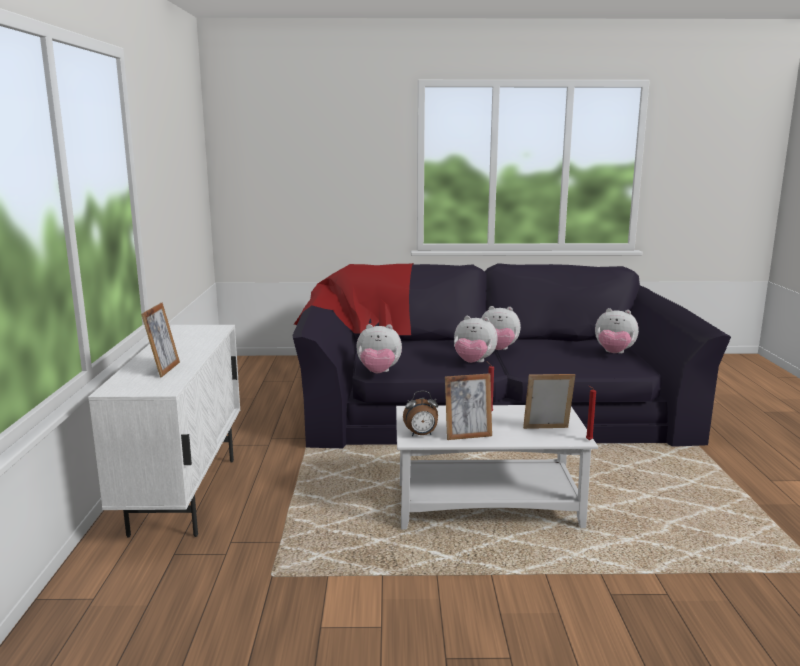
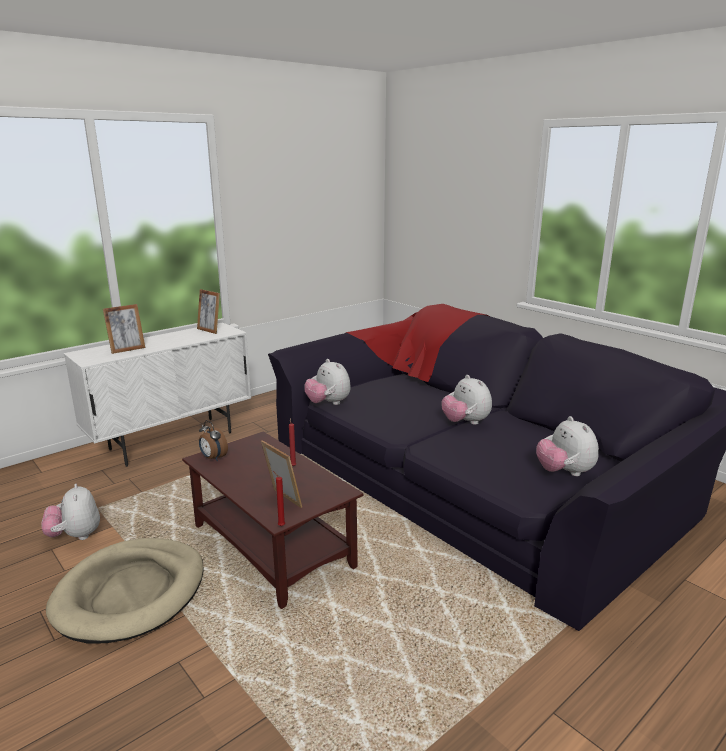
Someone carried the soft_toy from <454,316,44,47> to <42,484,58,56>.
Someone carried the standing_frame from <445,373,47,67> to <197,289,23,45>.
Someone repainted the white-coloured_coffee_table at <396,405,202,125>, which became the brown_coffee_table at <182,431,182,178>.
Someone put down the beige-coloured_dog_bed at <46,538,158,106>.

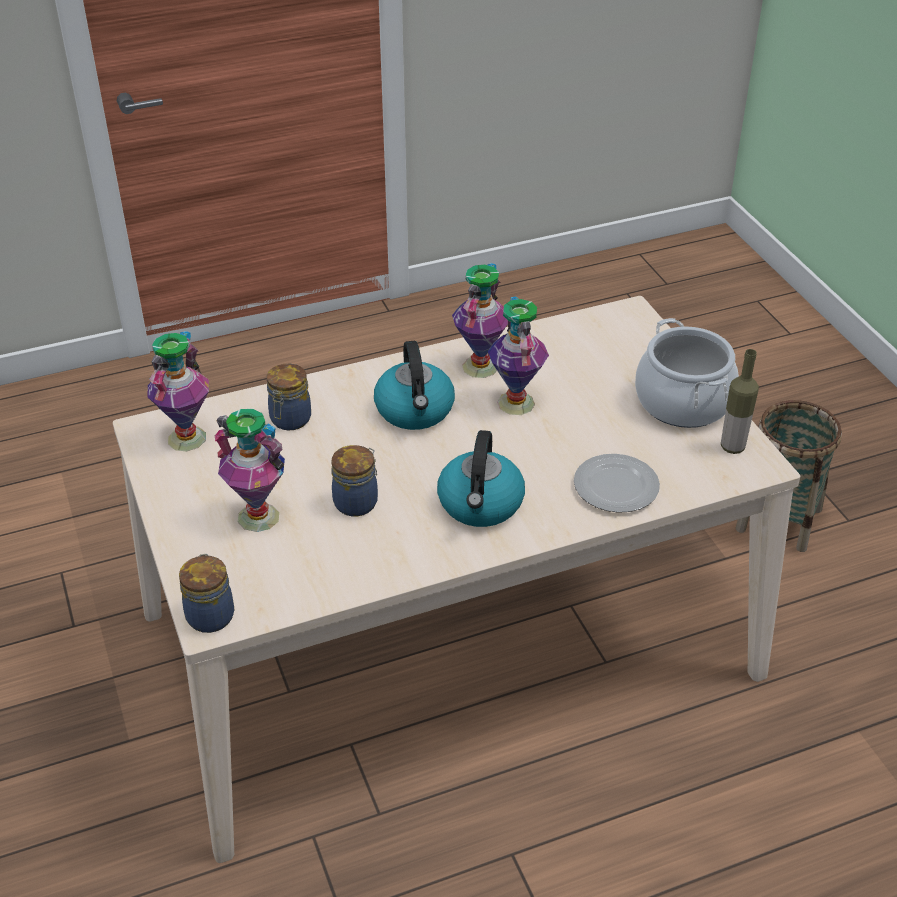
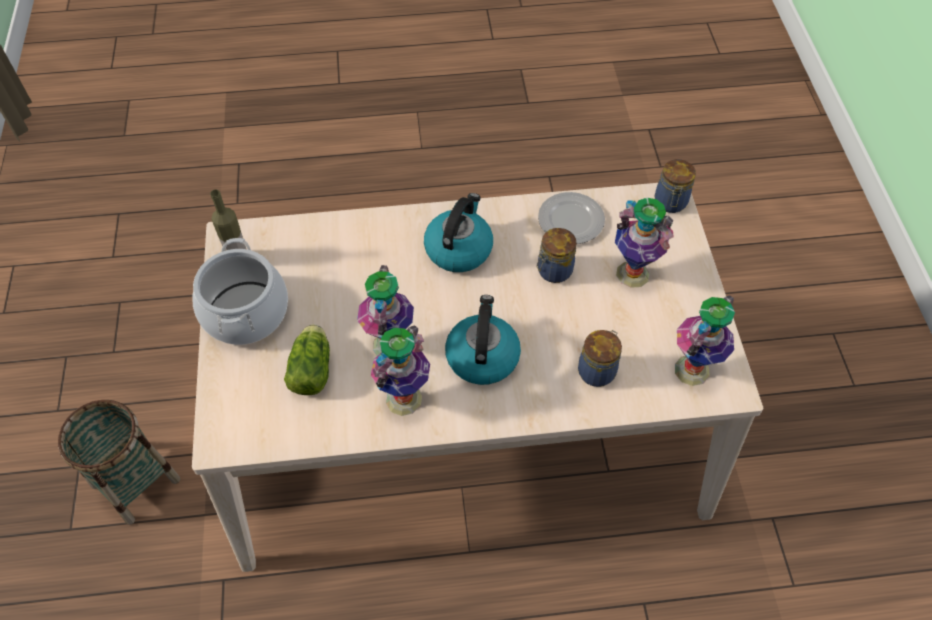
Someone carried the flat_dish from <574,454,86,59> to <538,192,67,52>.
Someone put down the head_of_lettuce at <284,324,46,71>.

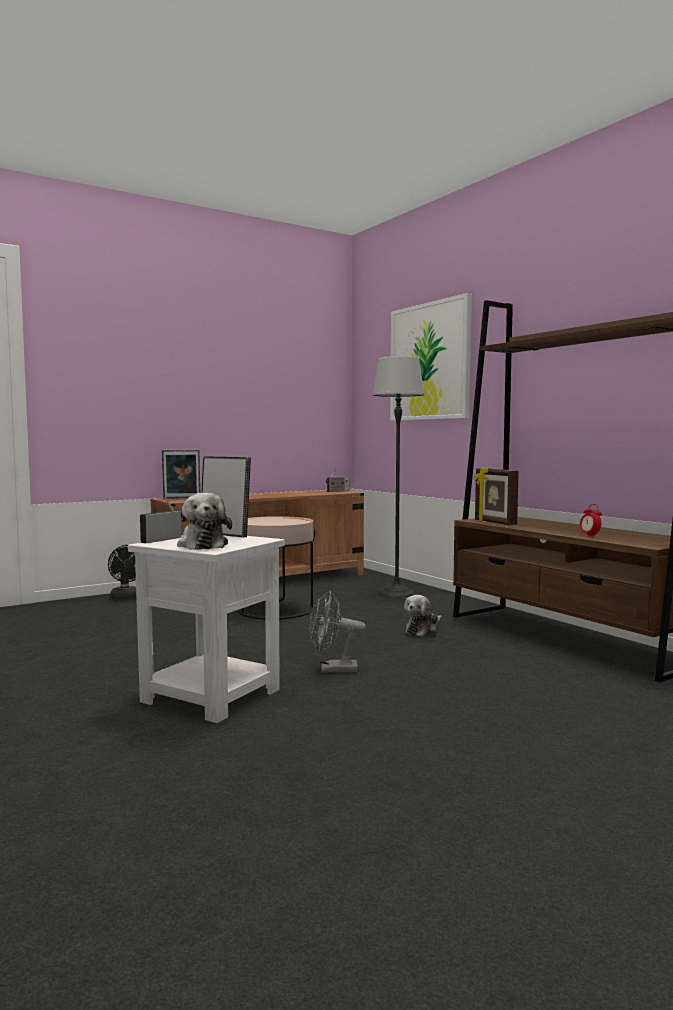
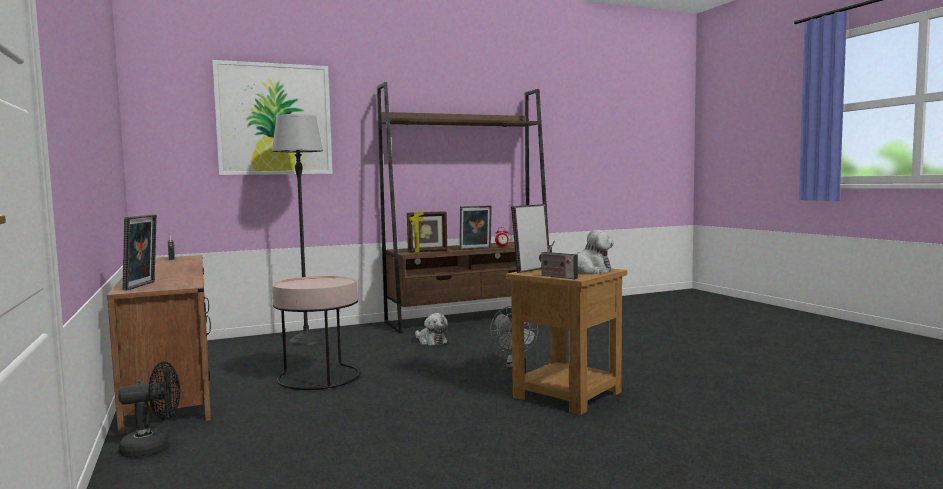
Someone repainted the white-coloured_side_table at <128,535,157,188>, which became the brown_side_table at <506,269,121,146>.
Someone put down the standing_frame at <459,205,33,45>.

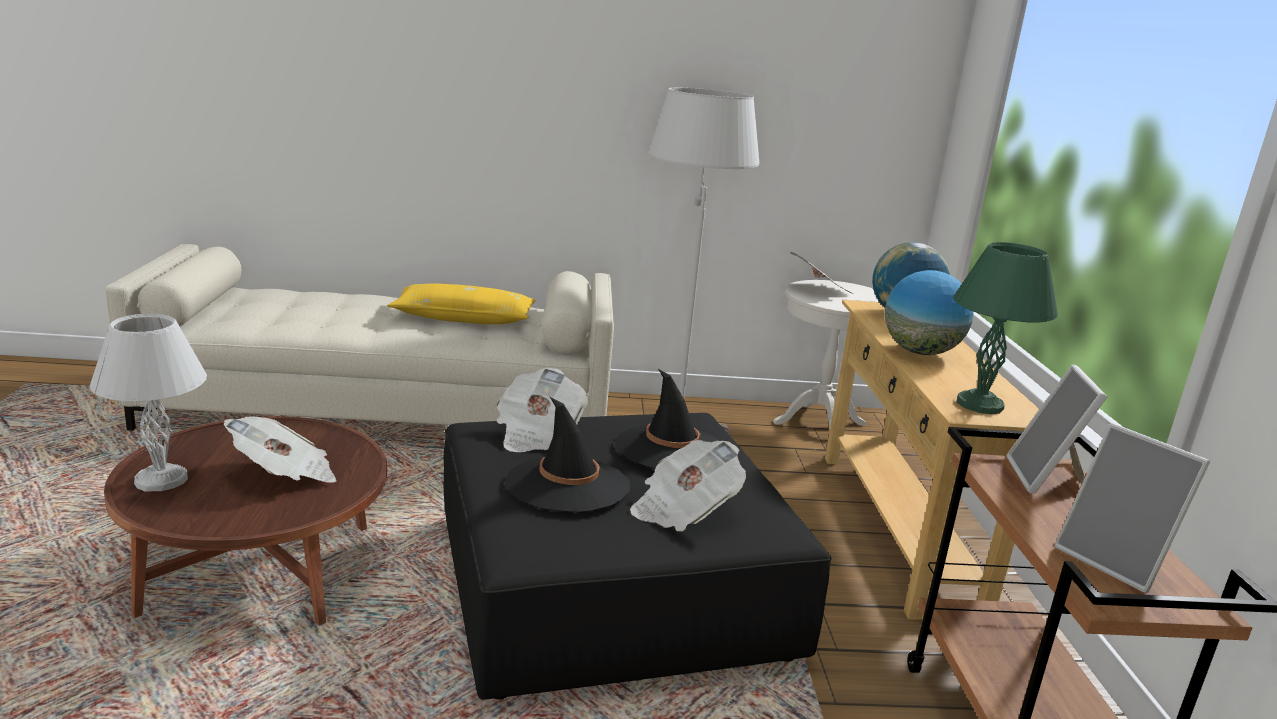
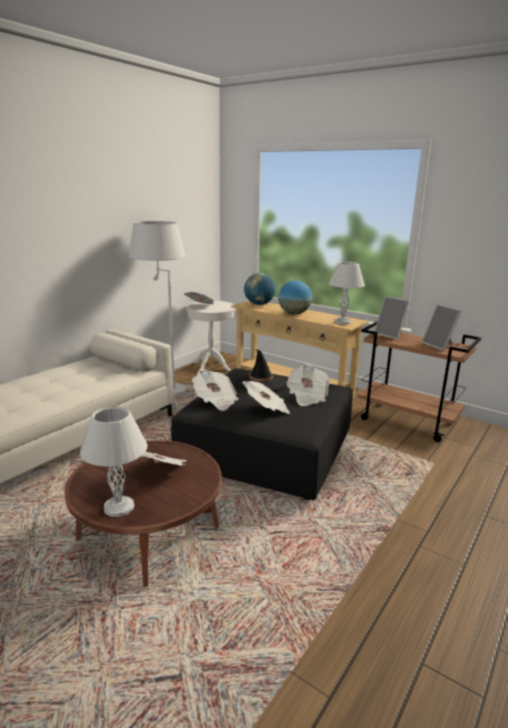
Someone repainted the greenish_lamp_for_a_table at <953,242,105,172>, which became the white-coloured_lamp_for_a_table at <329,262,36,63>.
Someone took away the yellow-coloured_pillow at <387,283,149,41>.
Someone swapped the black-coloured_clothing_hat at <505,397,126,115> for the newspaper at <243,381,47,33>.
Someone rotated the standing_frame at <1054,423,156,170> by 60 degrees clockwise.

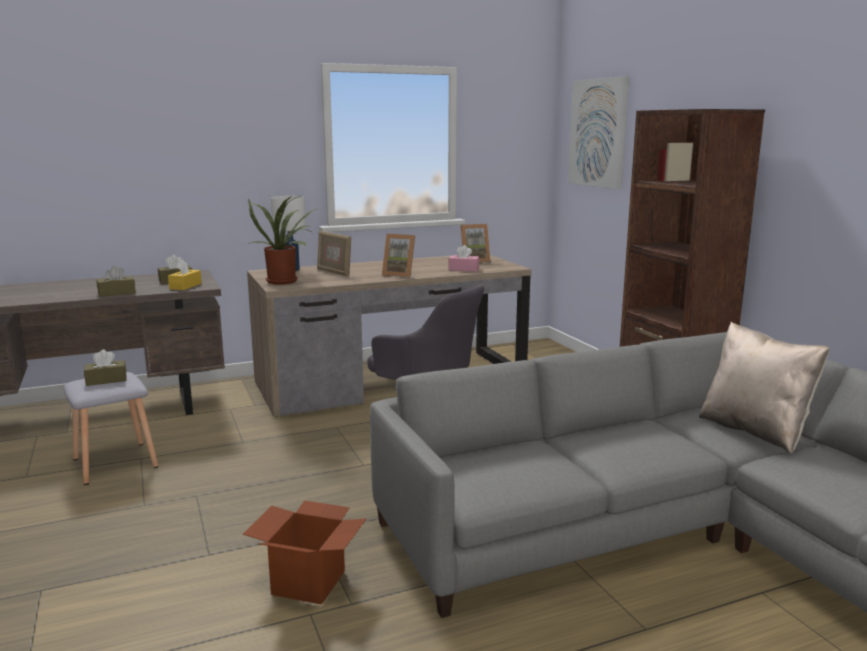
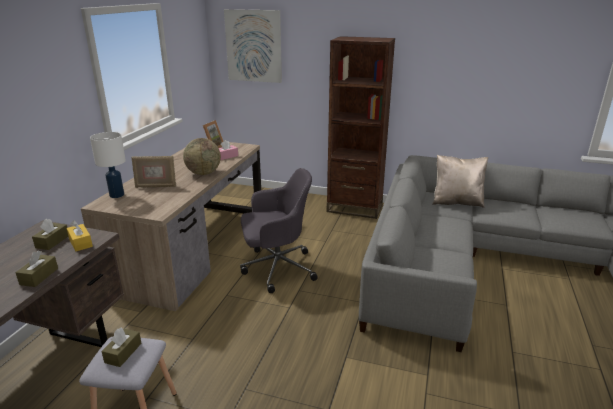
Someone took away the potted_plant at <248,195,71,90>.
Someone swapped the standing_frame at <382,234,33,43> for the world_globe at <183,138,38,37>.
Someone took away the carton at <243,500,123,105>.

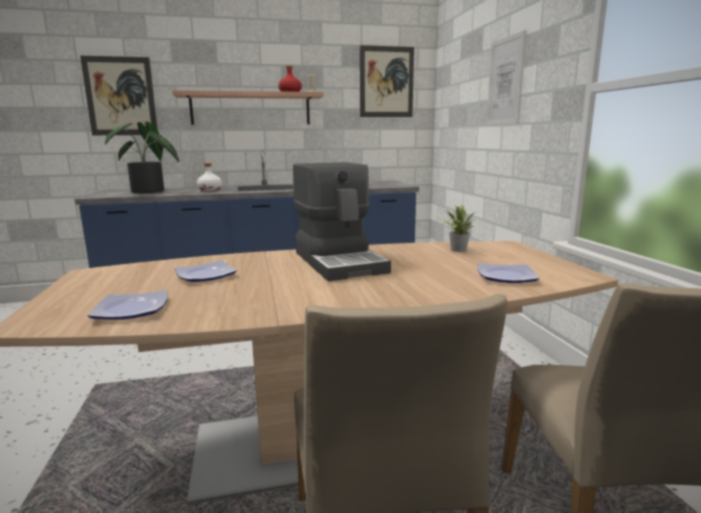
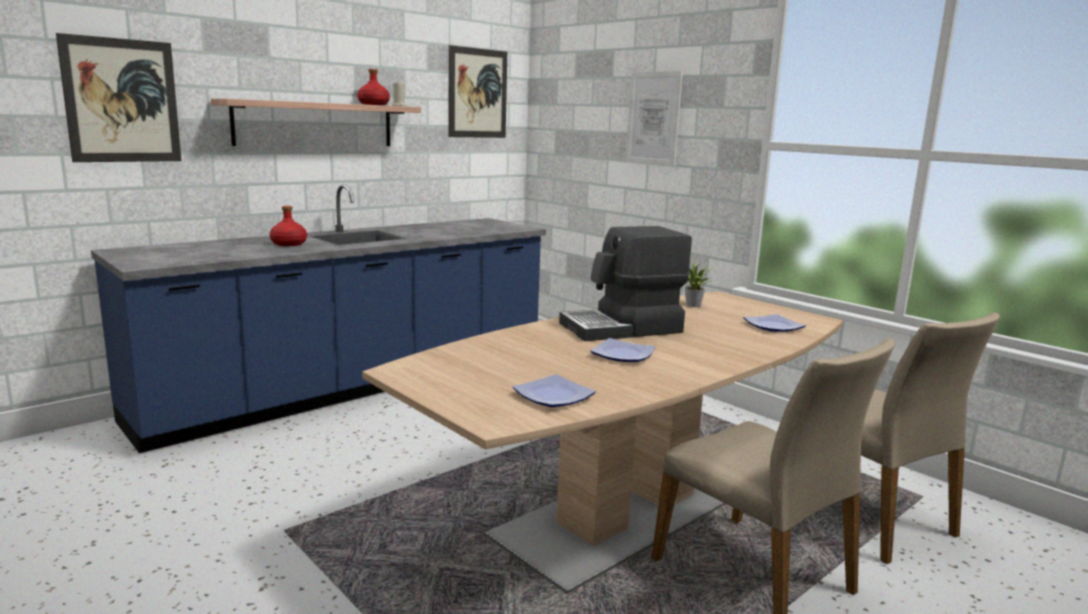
Someone took away the potted_plant at <105,122,74,71>.
Someone rotated the coffee_maker at <293,162,98,119> by 120 degrees clockwise.
Someone repainted the white-coloured_beverage_bottle at <197,163,25,28>, which became the red_beverage_bottle at <270,206,37,40>.
Someone carried the flat_dish from <175,260,62,22> to <590,338,65,24>.

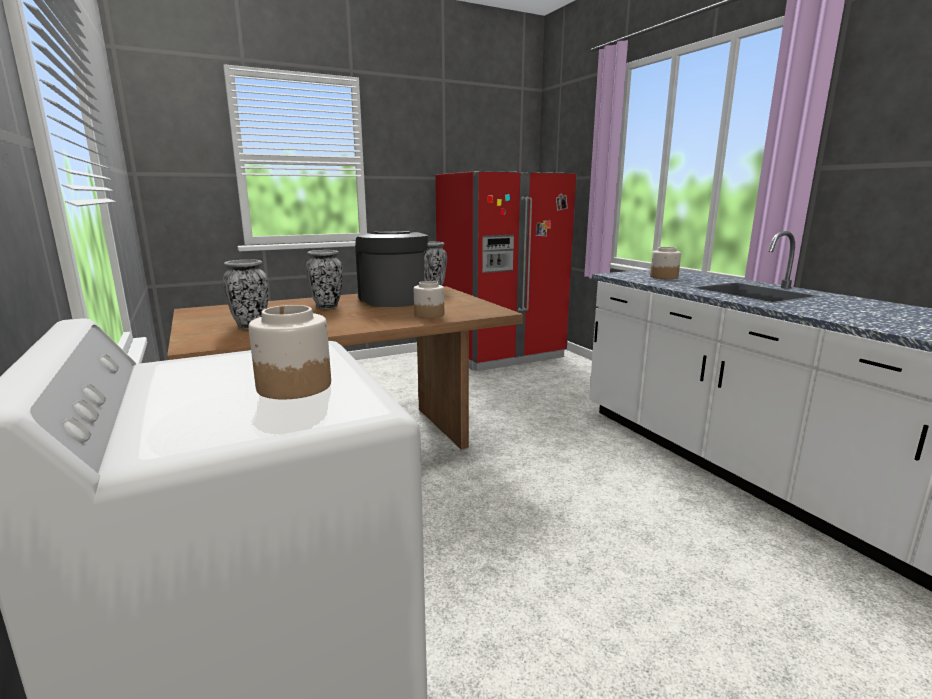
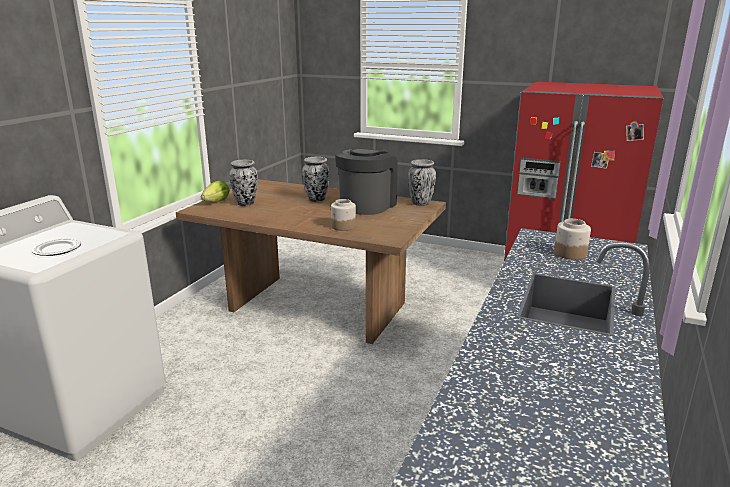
Someone swapped the preserve_jar at <249,305,82,94> for the flat_dish at <31,238,50,18>.
Someone put down the head_of_lettuce at <201,180,29,22>.

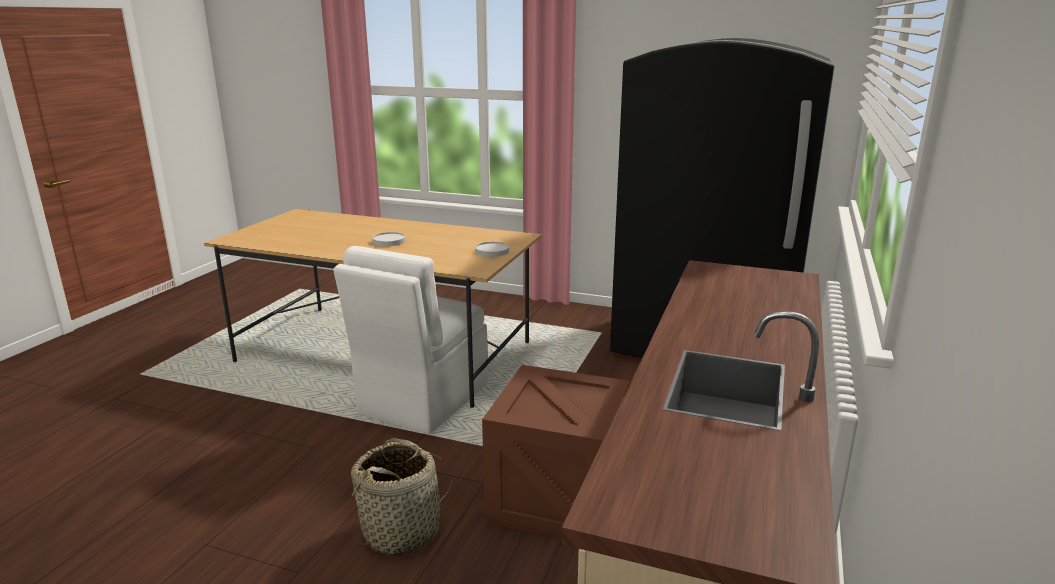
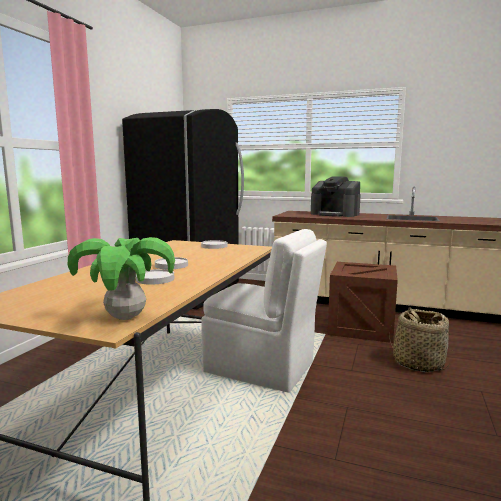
Someone put down the coffee_maker at <311,176,50,41>.
Someone put down the potted_plant at <68,237,107,83>.
Someone put down the white-coloured_flat_dish at <136,269,38,16>.

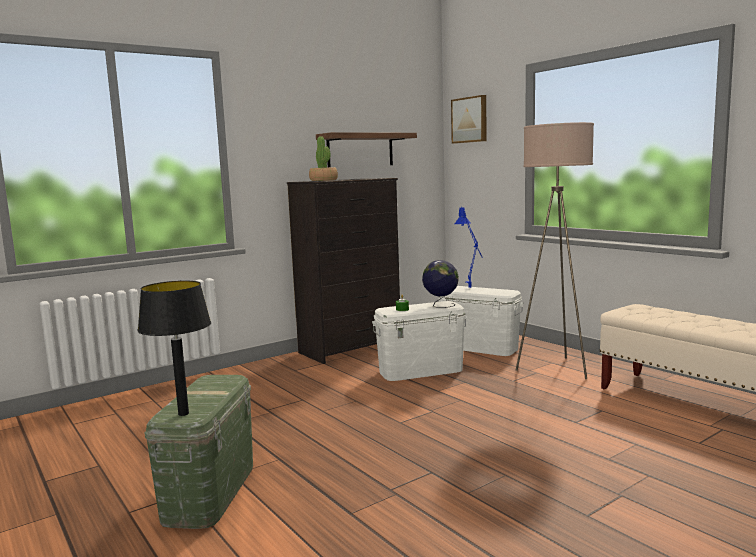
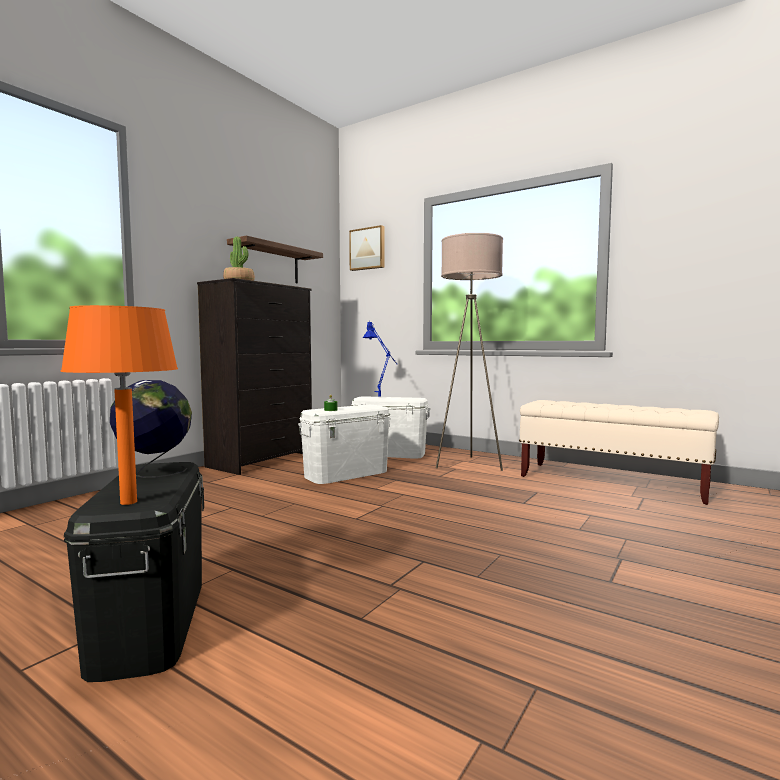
Someone carried the world_globe from <422,260,37,48> to <110,380,82,98>.
Someone repainted the black-coloured_lamp_for_a_table at <137,281,74,135>, which became the orangey_lamp_for_a_table at <60,305,118,200>.
Someone repainted the greenish_storage_box at <145,375,108,154>, which became the black-coloured_storage_box at <64,462,140,220>.

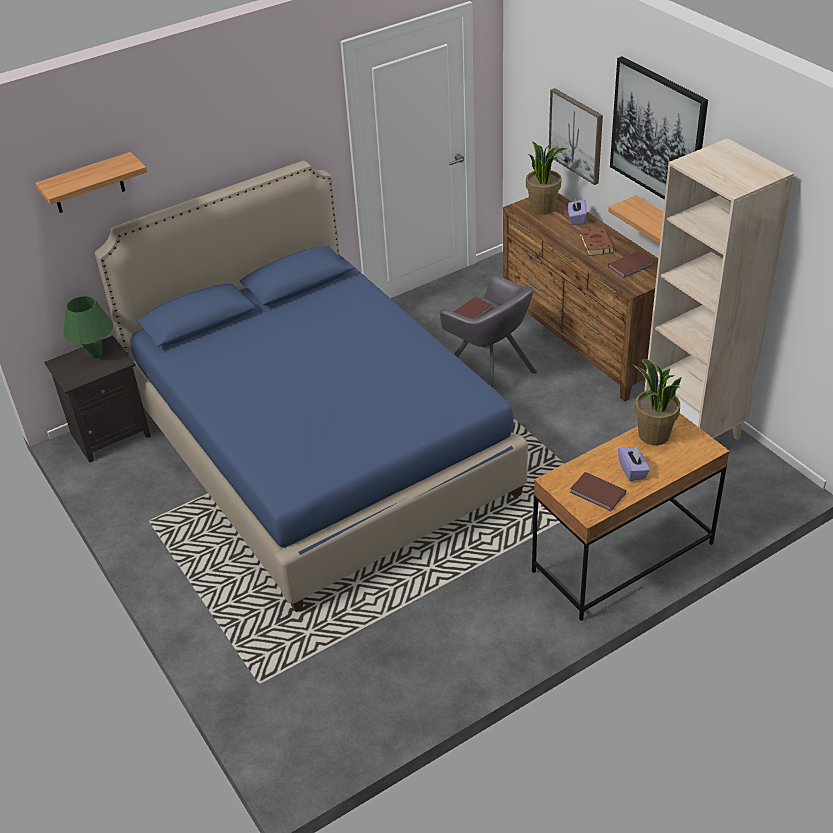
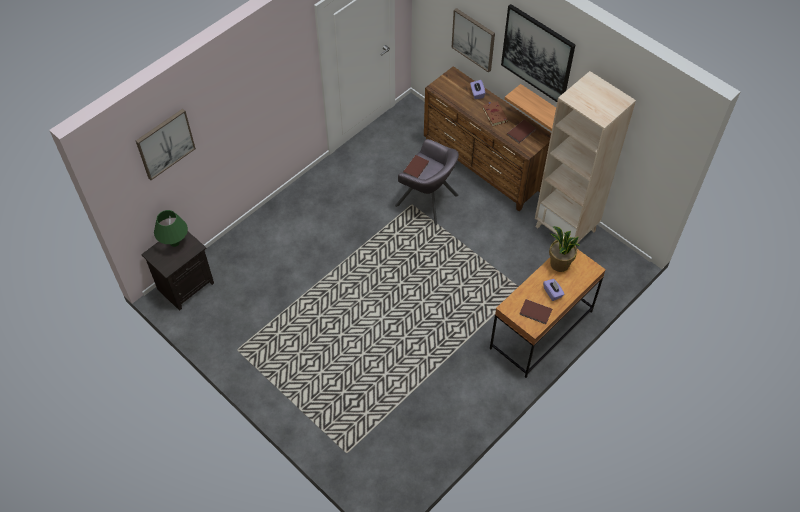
Someone took away the potted_plant at <526,141,41,74>.
Someone swapped the shelf at <35,152,112,61> for the picture at <136,109,60,71>.
Someone took away the blue-coloured_bed at <95,161,433,451>.

